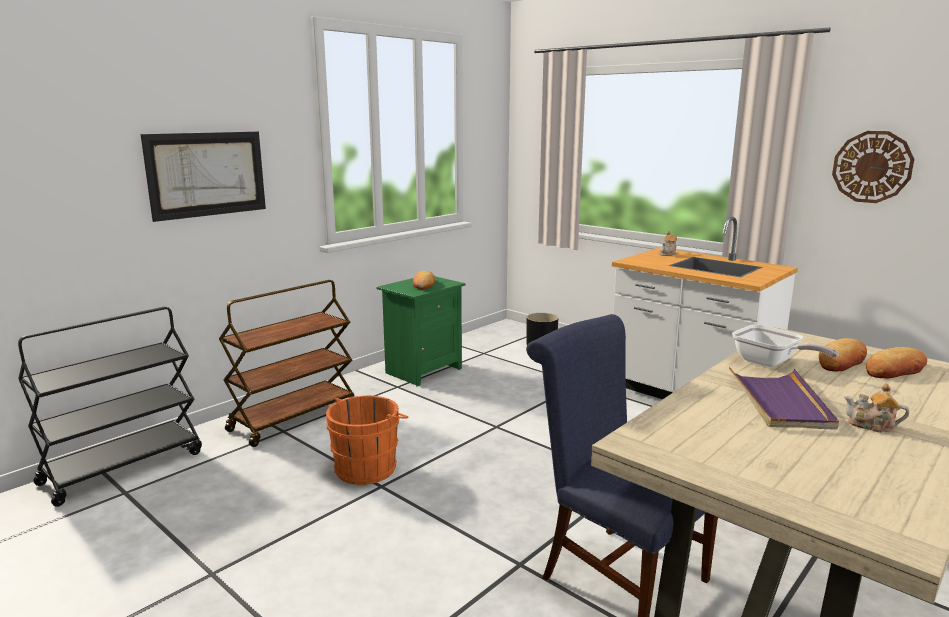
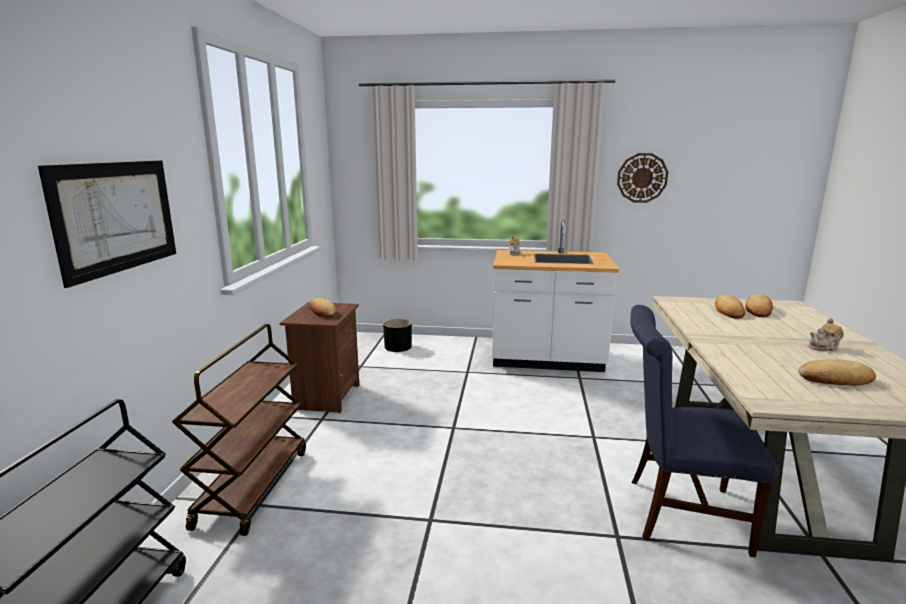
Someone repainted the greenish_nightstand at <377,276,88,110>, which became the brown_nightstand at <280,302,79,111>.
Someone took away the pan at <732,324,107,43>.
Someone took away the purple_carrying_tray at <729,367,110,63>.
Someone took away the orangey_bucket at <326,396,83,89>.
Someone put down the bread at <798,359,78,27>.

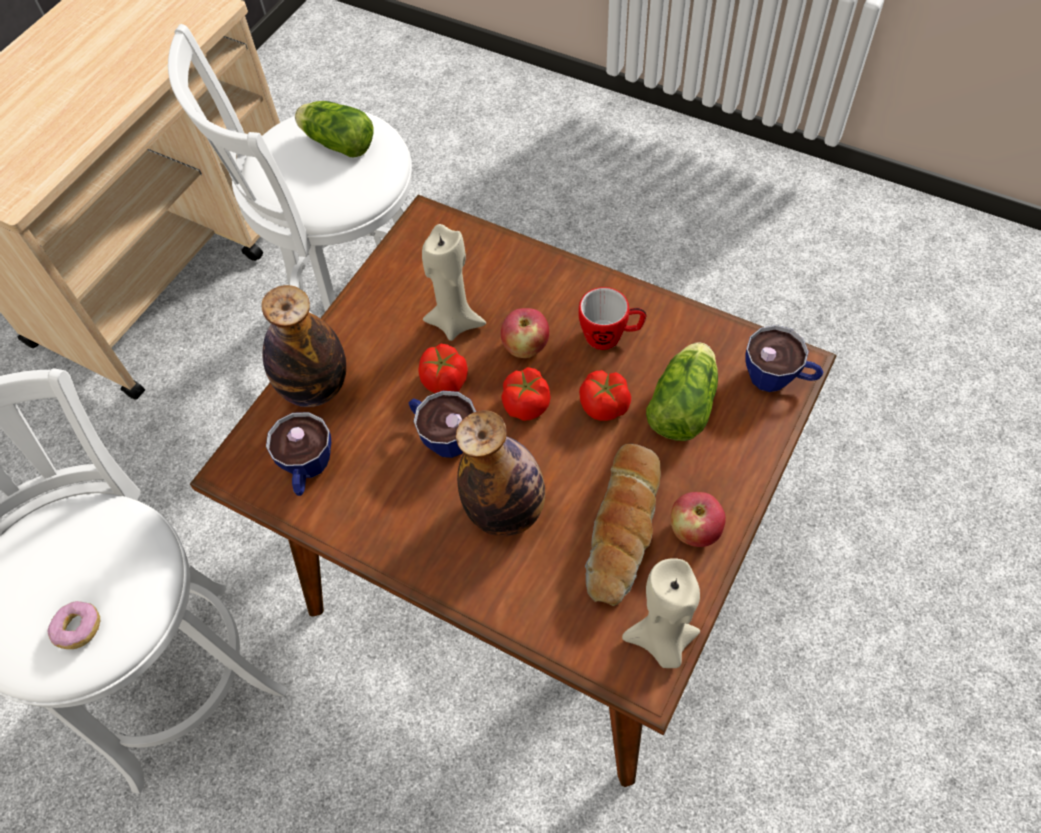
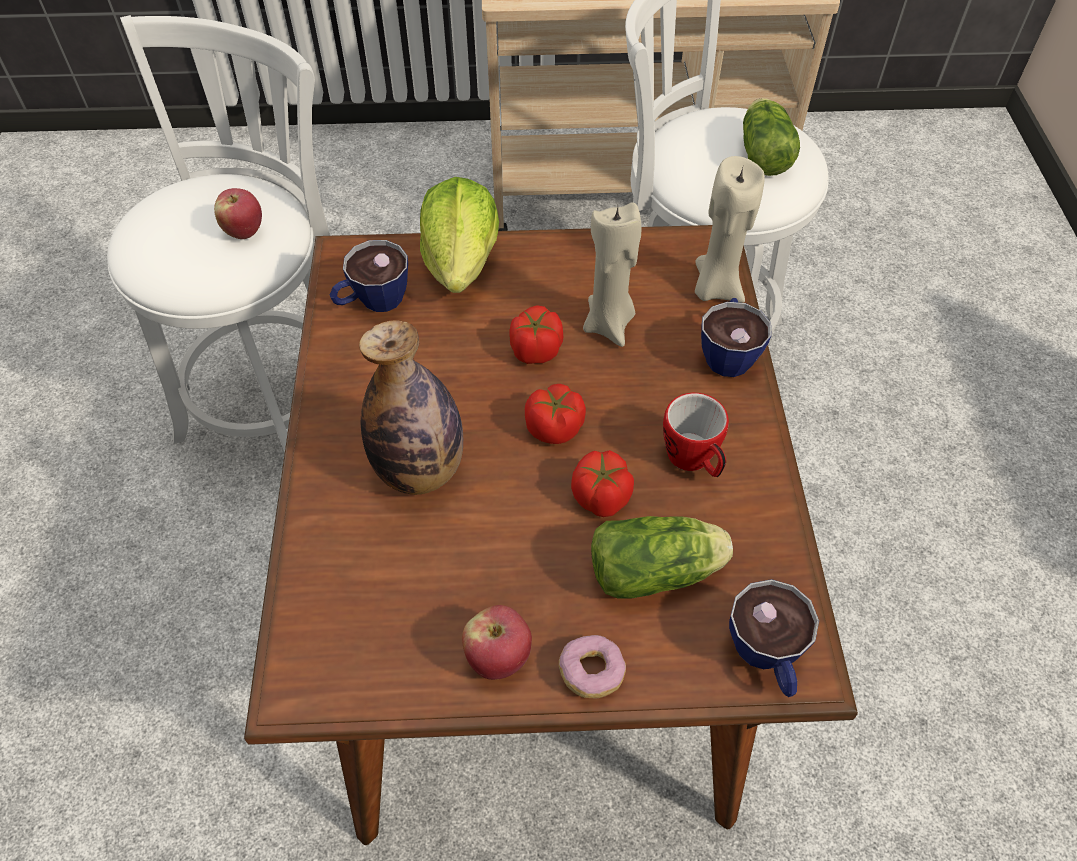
Someone swapped the beverage_bottle at <262,285,84,122> for the head_of_lettuce at <420,177,79,116>.
Someone carried the apple_fruit from <501,308,48,50> to <214,188,48,51>.
Someone carried the cup from <409,391,67,67> to <701,298,71,79>.
Someone took away the bread at <585,444,76,162>.
Someone carried the beige-coloured_wax_candle from <622,558,78,110> to <695,156,70,147>.
Someone carried the donut from <48,601,52,48> to <559,635,67,64>.

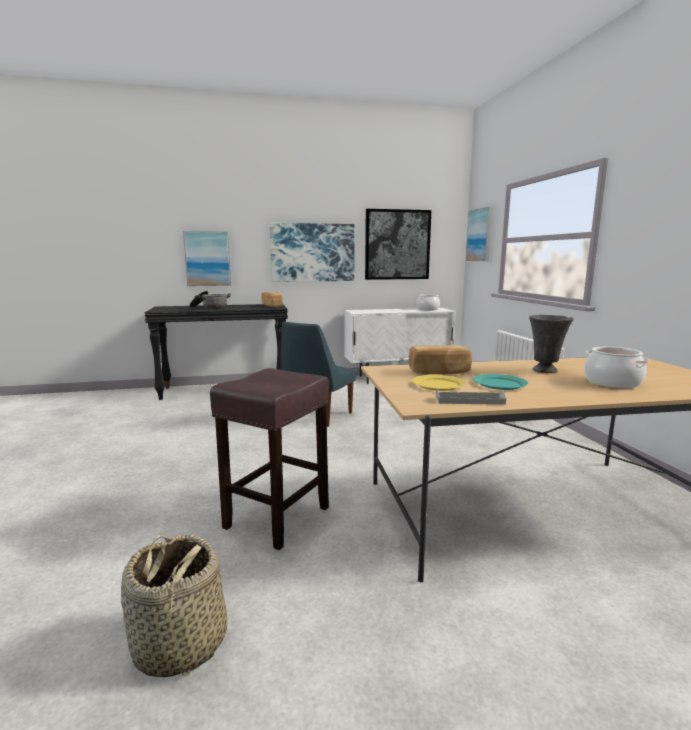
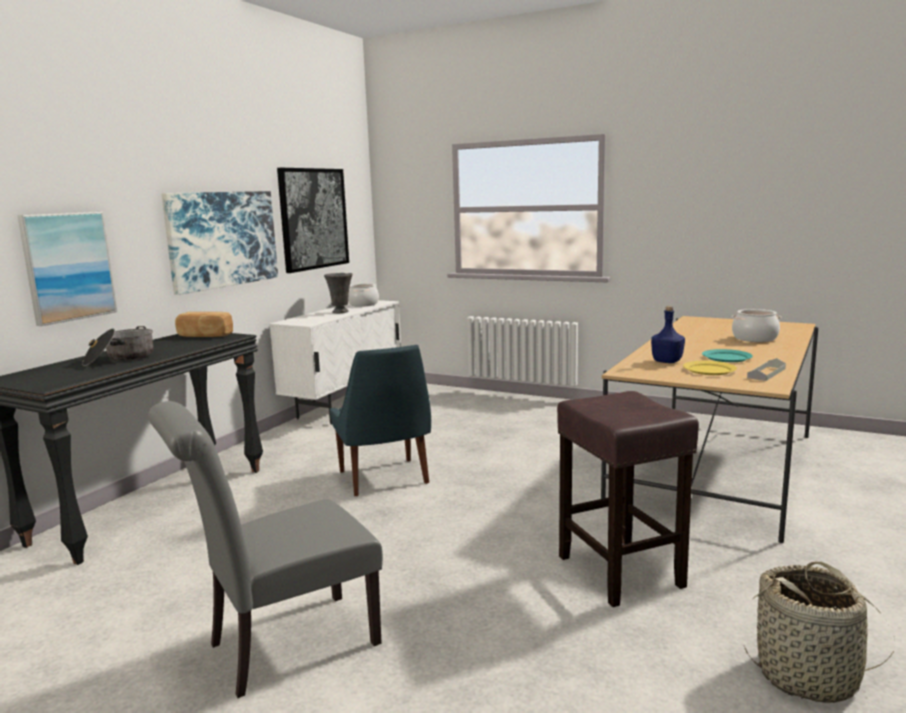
Someone took away the picture at <466,206,26,55>.
Someone carried the greyish_decorative_vase from <529,315,45,58> to <324,273,29,40>.
Someone swapped the bread at <409,345,63,29> for the blue-coloured_beverage_bottle at <651,306,34,57>.
Someone put down the greyish_plain_chair at <148,401,235,297>.

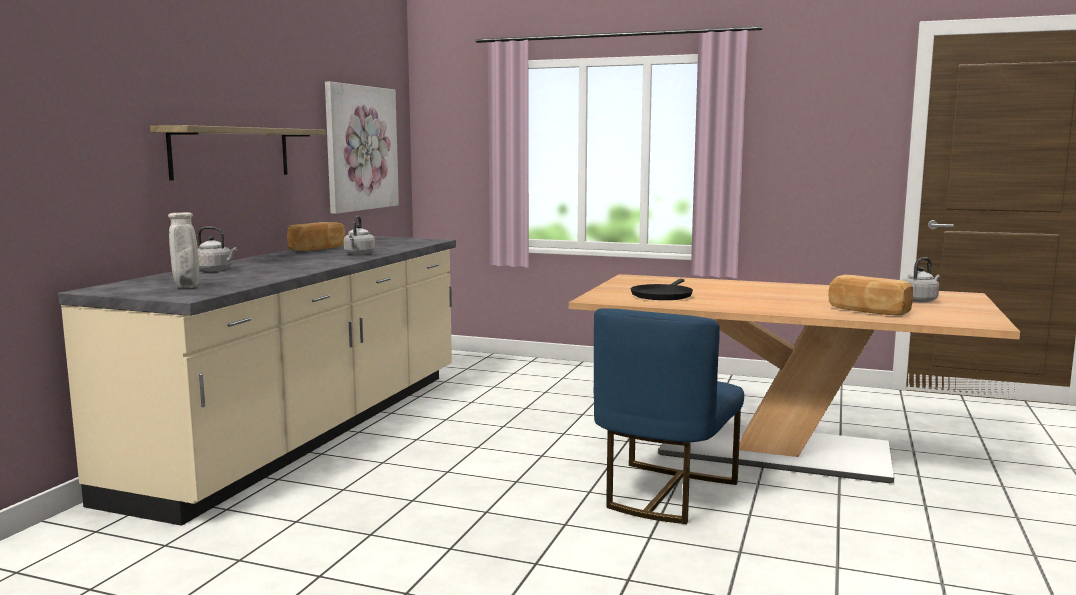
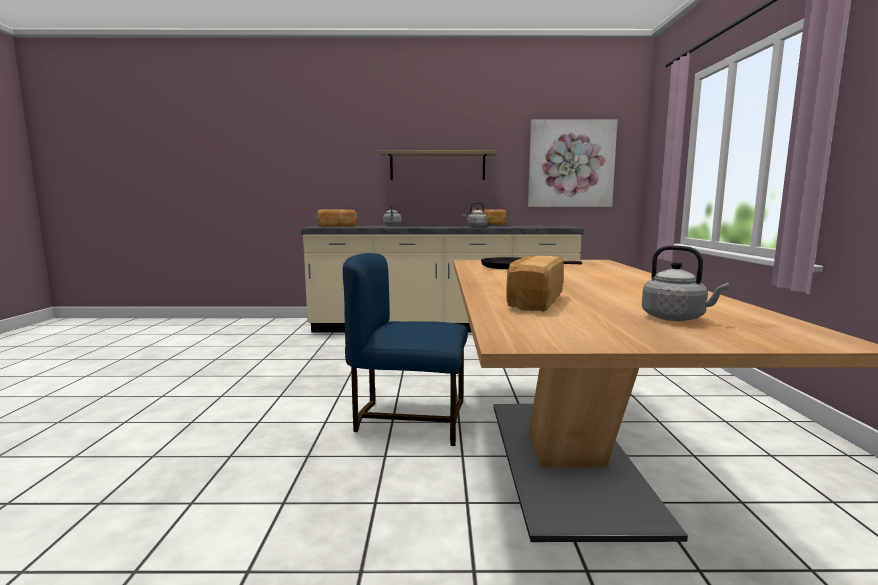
Someone swapped the beige-coloured_decorative_vase at <168,212,31,76> for the bread at <317,210,40,16>.

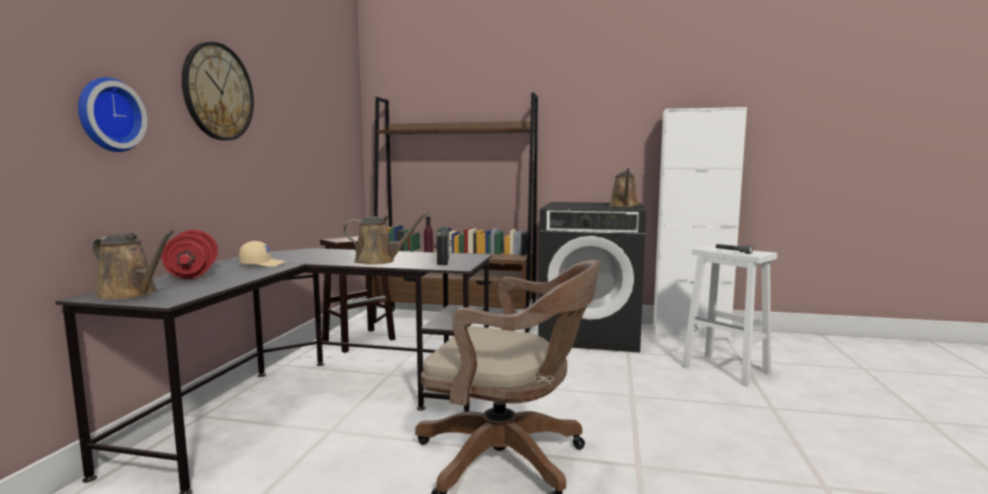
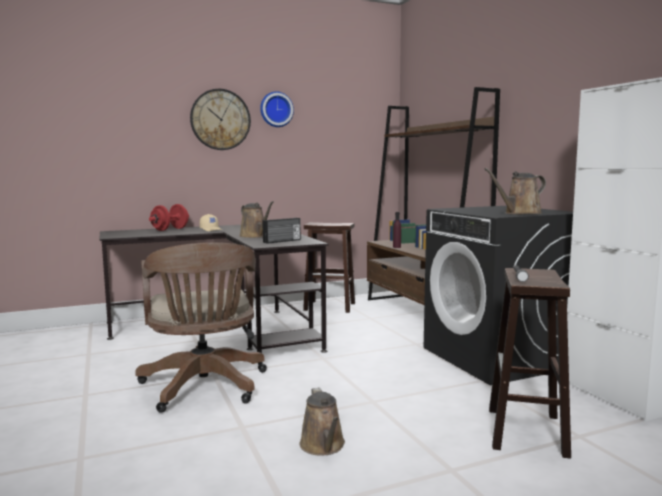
Someone carried the hanging_clock from <78,77,69,75> to <260,92,34,35>.
Someone carried the brown_watering_can from <92,230,82,70> to <300,387,45,69>.
Someone repainted the white-coloured_stool at <682,245,95,141>, which became the brown_stool at <489,268,82,191>.

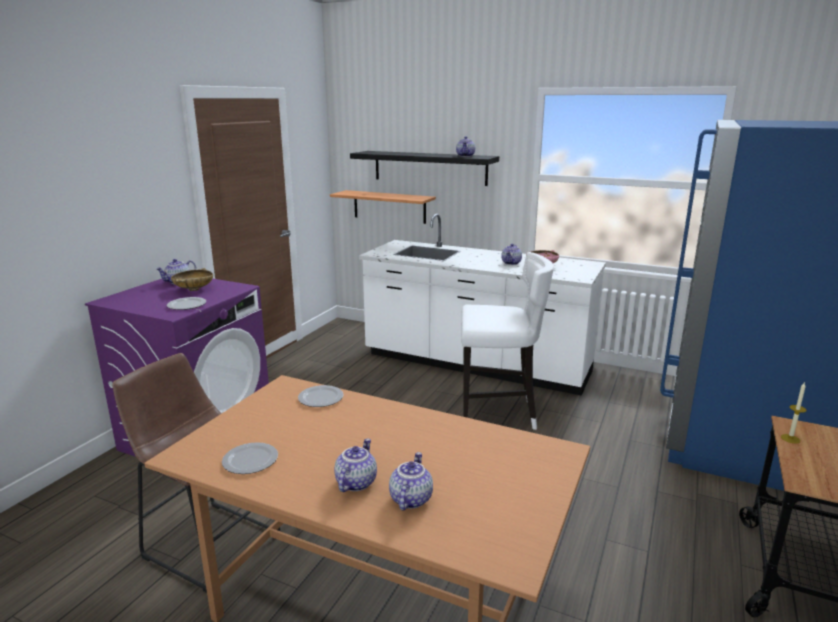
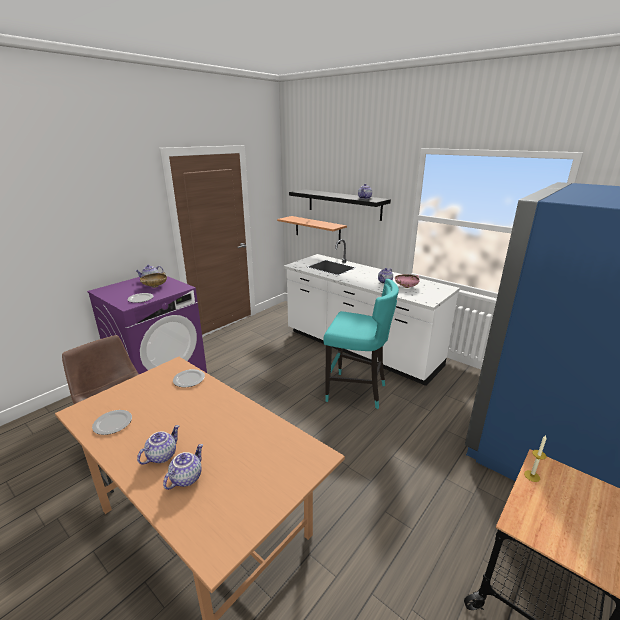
Someone repainted the white-coloured_stool at <461,252,93,178>, which became the turquoise-coloured_stool at <323,279,76,130>.

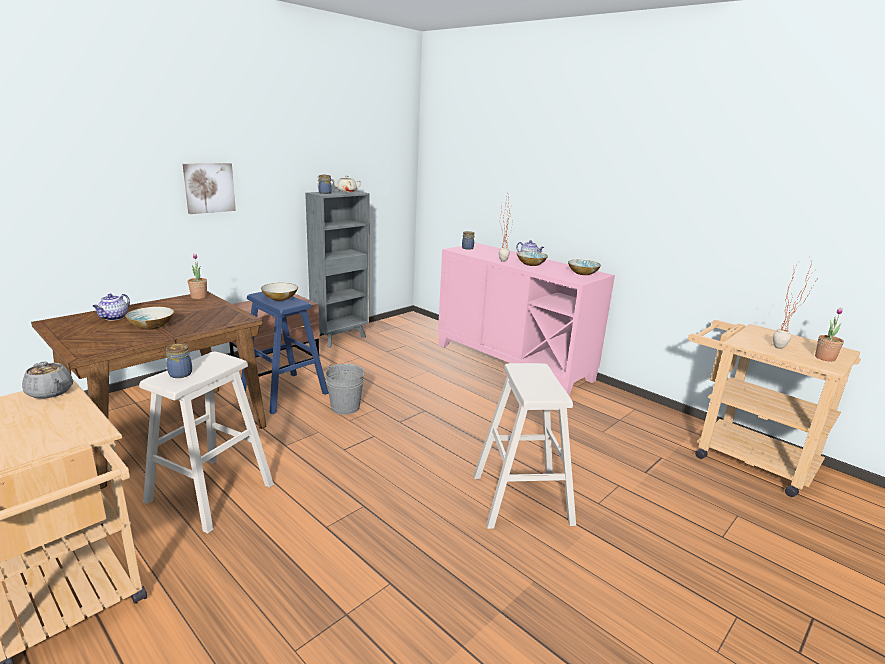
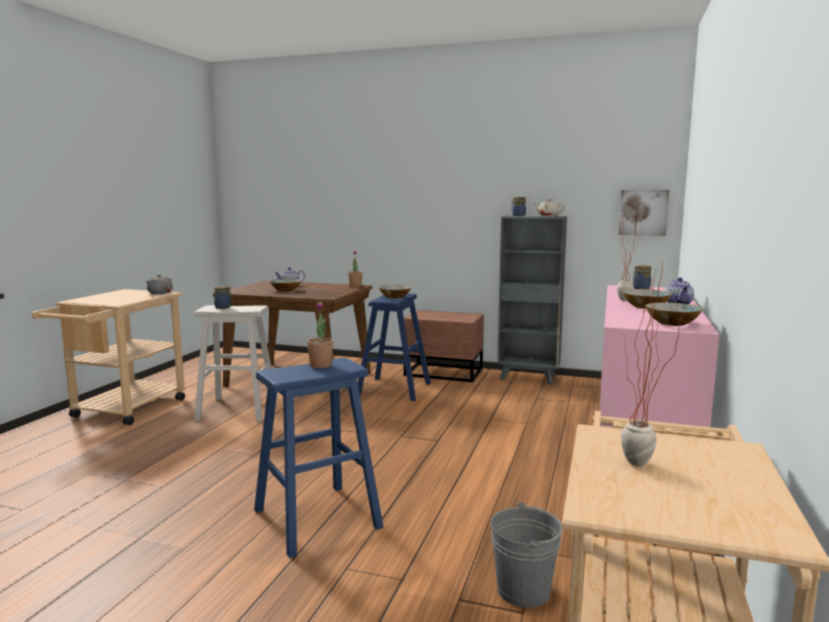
Someone carried the picture from <183,163,53,51> to <618,190,51,46>.
Someone carried the potted_plant from <815,307,29,55> to <307,302,26,66>.
Someone repainted the beige-coloured_stool at <473,363,103,166>, which became the blue-coloured_stool at <254,358,129,200>.
Someone carried the greyish_bucket from <326,364,38,51> to <491,502,72,106>.

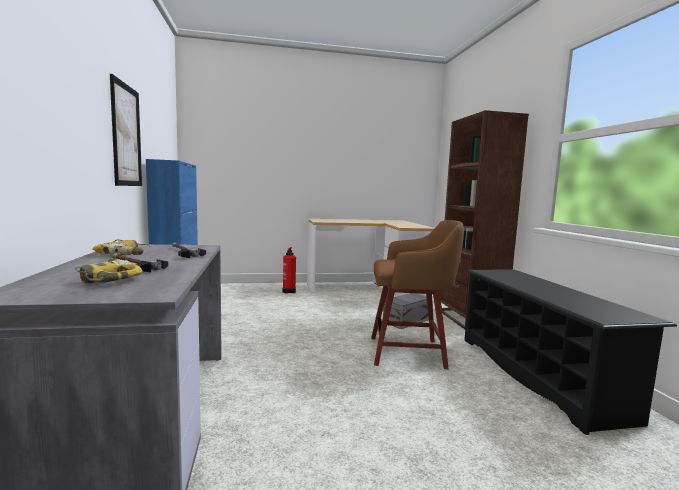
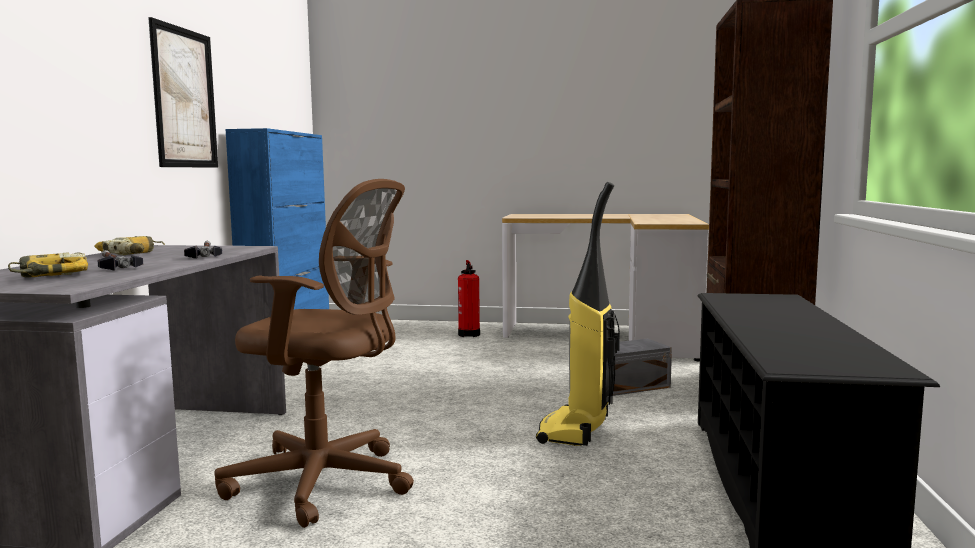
Someone swapped the brown_stool at <371,220,93,149> for the vacuum_cleaner at <536,182,84,264>.
Someone put down the brown_computer_chair at <214,179,200,349>.

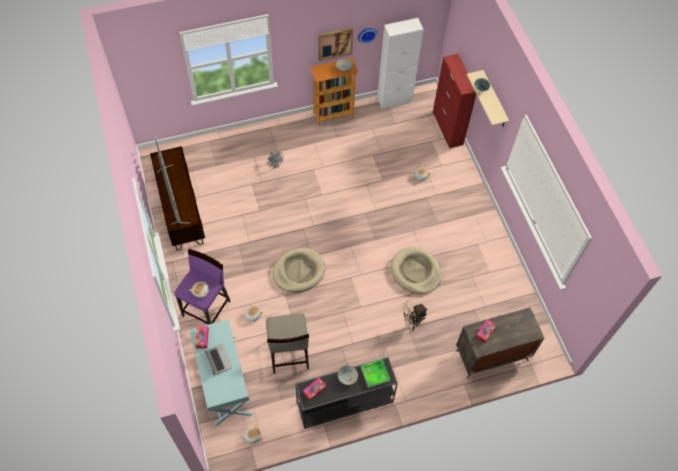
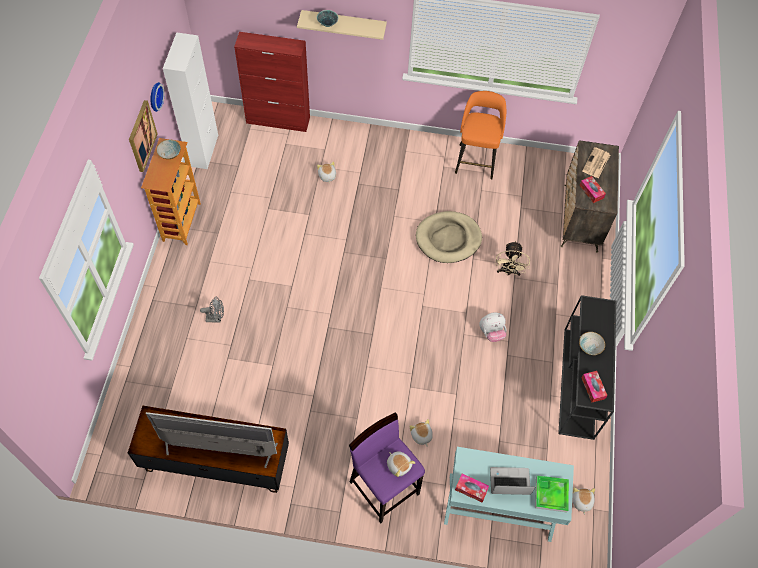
Someone took away the beige-coloured_dog_bed at <272,248,53,44>.
Someone took away the beige-coloured_stool at <266,313,43,61>.
Someone carried the carrying_tray from <361,359,29,29> to <535,475,34,37>.
Someone put down the orangey_stool at <455,91,51,88>.
Someone put down the newspaper at <582,147,28,32>.
Someone put down the soft_toy at <479,312,28,30>.

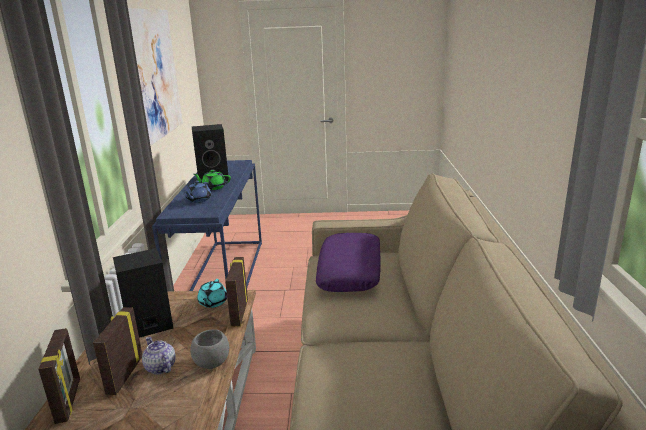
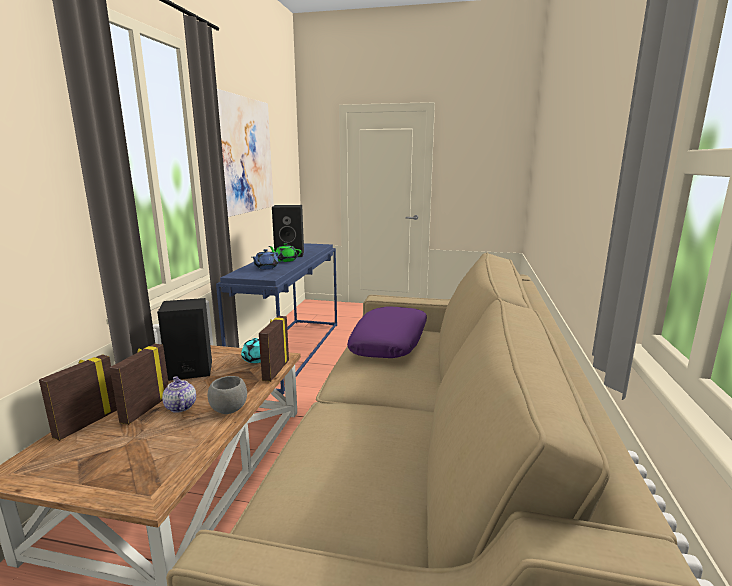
Someone rotated the standing_frame at <38,328,42,96> by 150 degrees counterclockwise.

